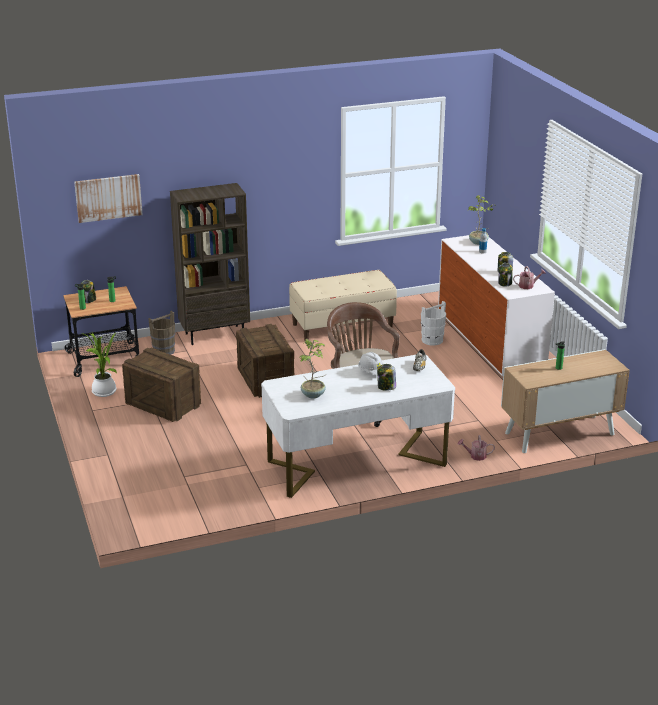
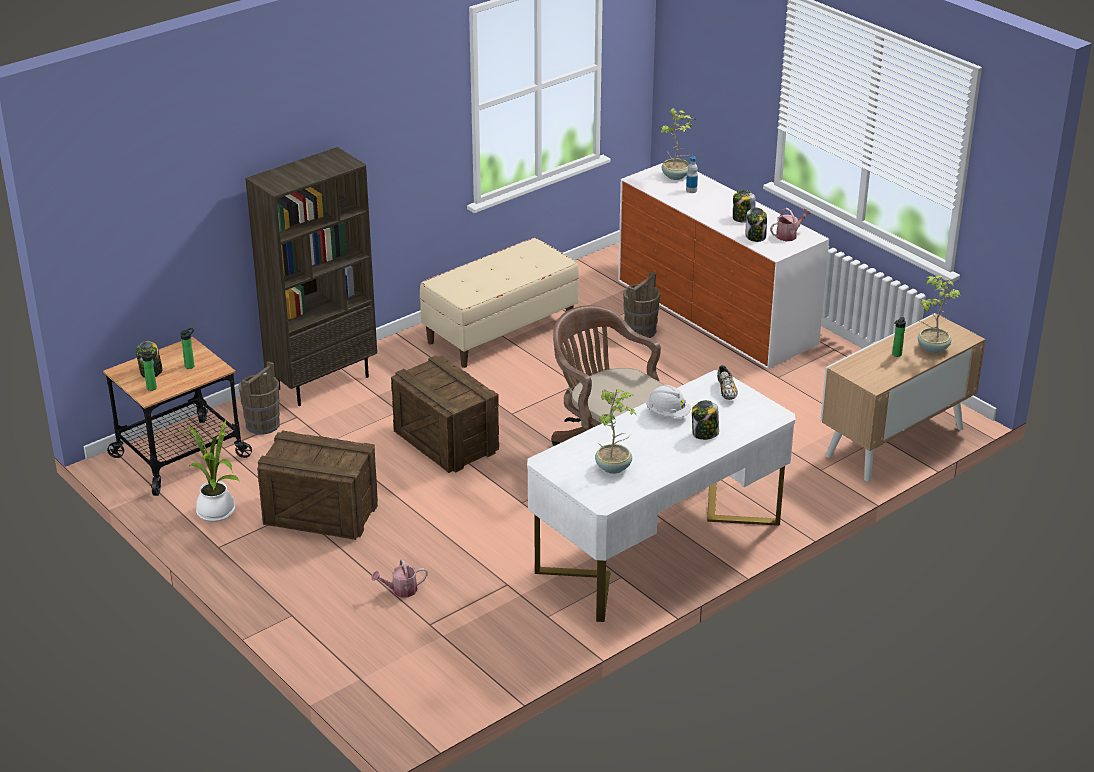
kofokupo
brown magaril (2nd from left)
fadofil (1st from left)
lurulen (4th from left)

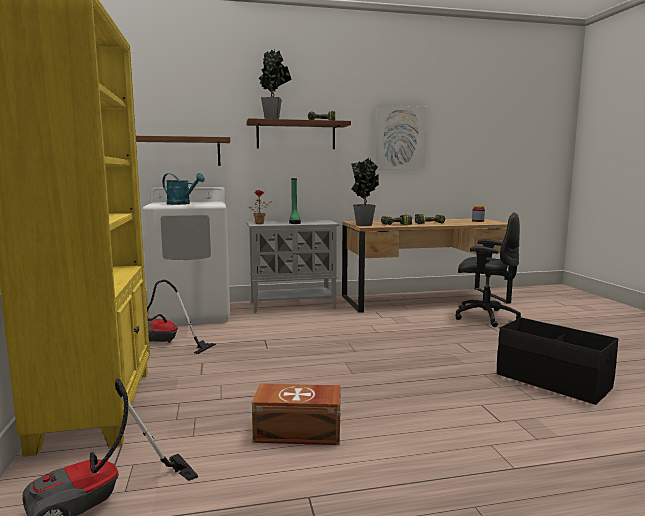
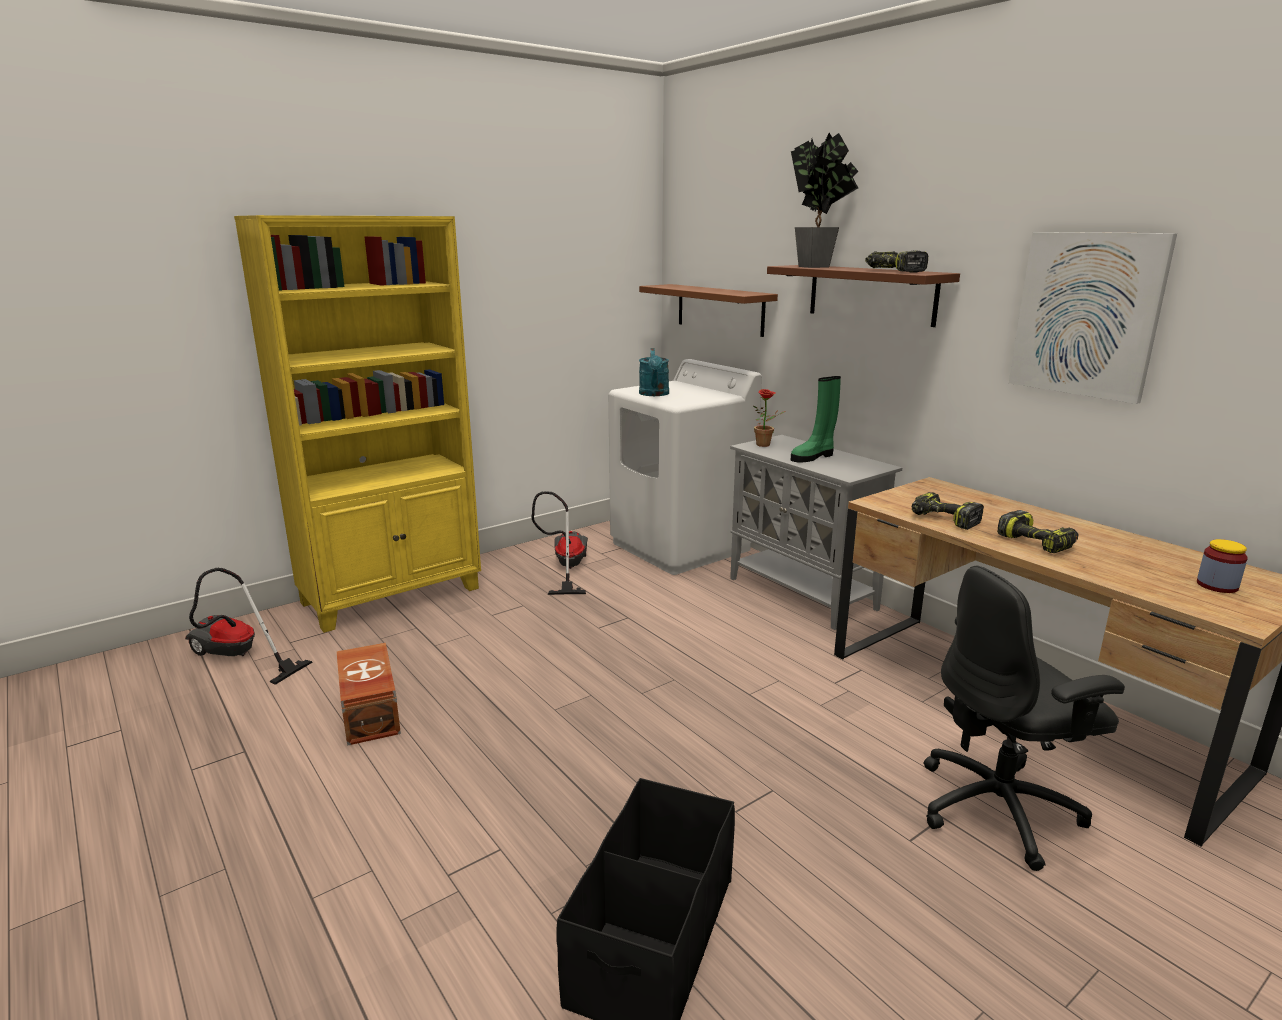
lurulen (3rd from left in the first image)
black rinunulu

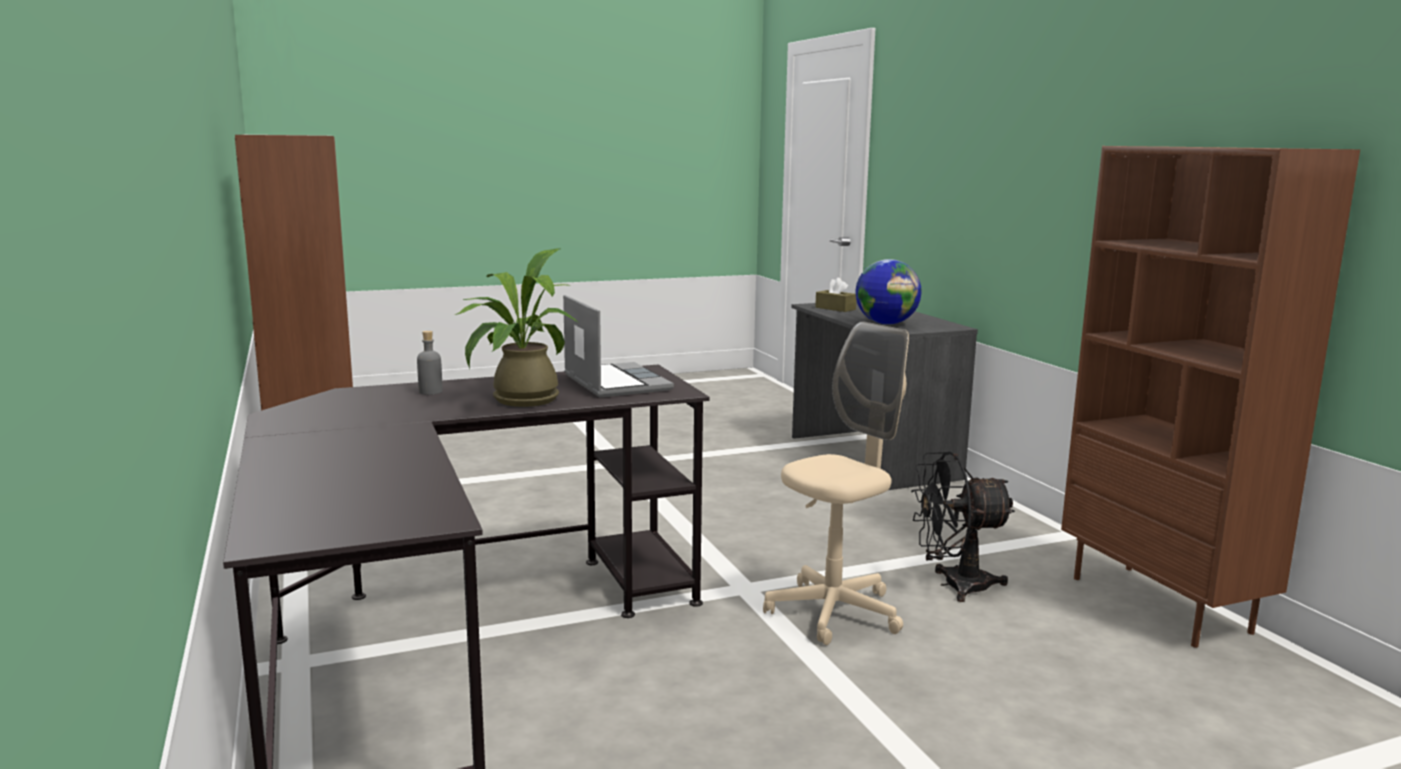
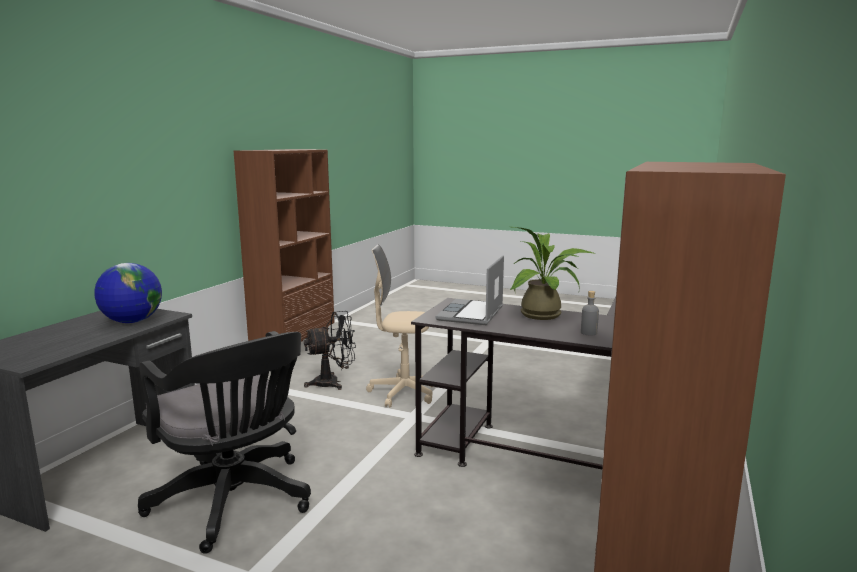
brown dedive
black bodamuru
black rinunulu

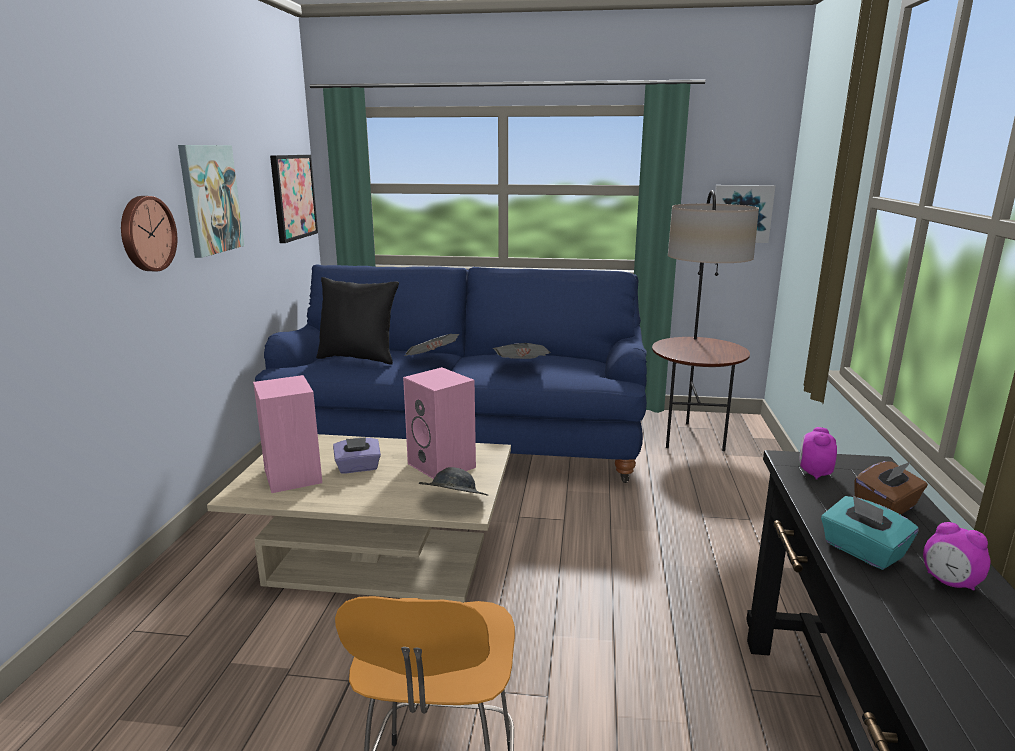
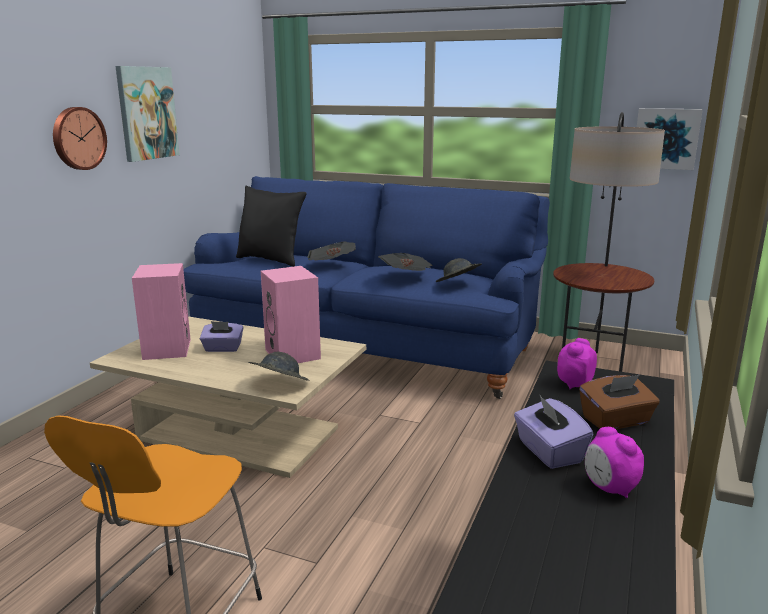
kofokupo (2nd from left in the first image)
purple dedive (2nd from left)
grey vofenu (2nd from left)

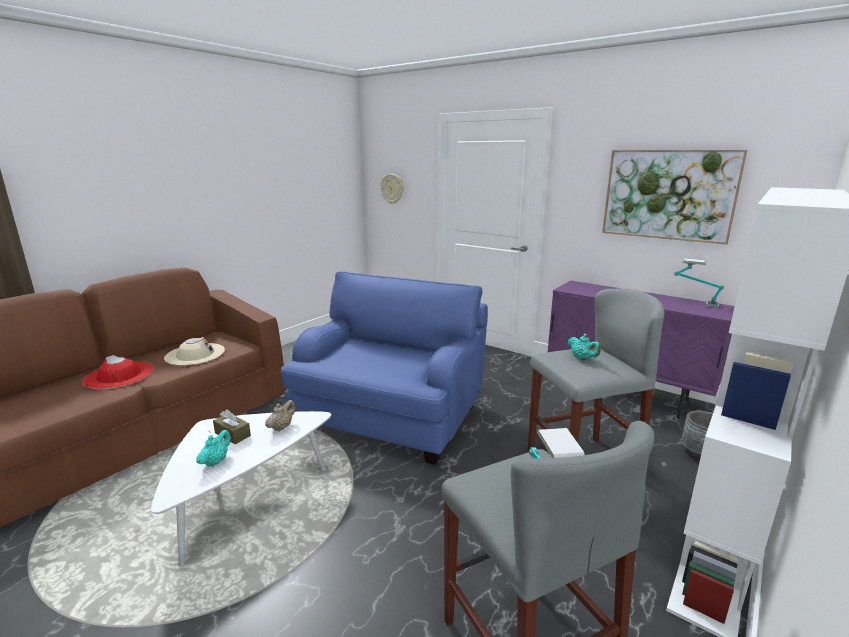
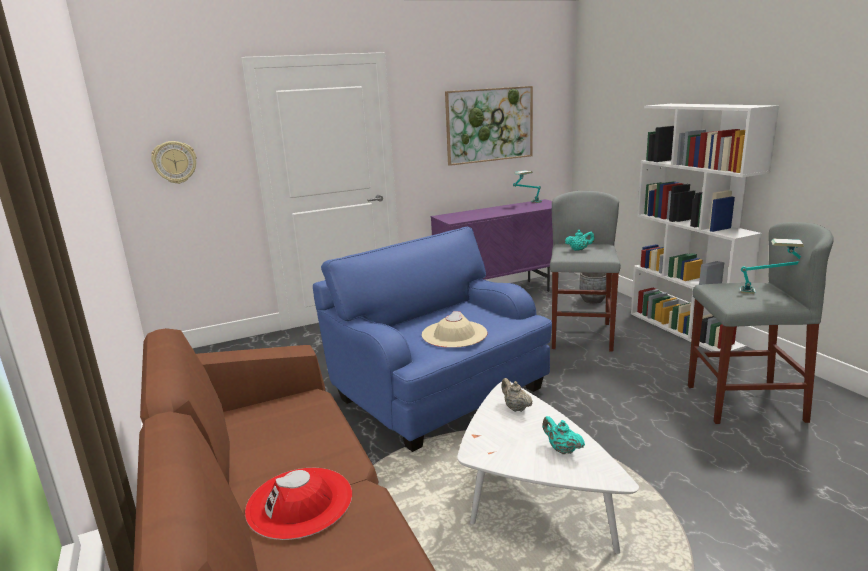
beige vofenu
brown dedive

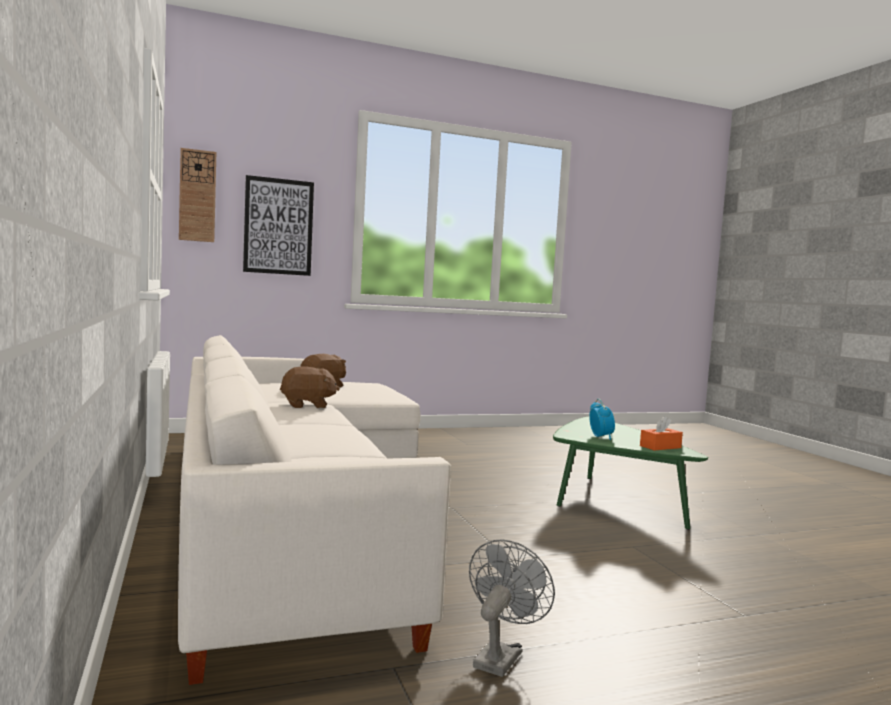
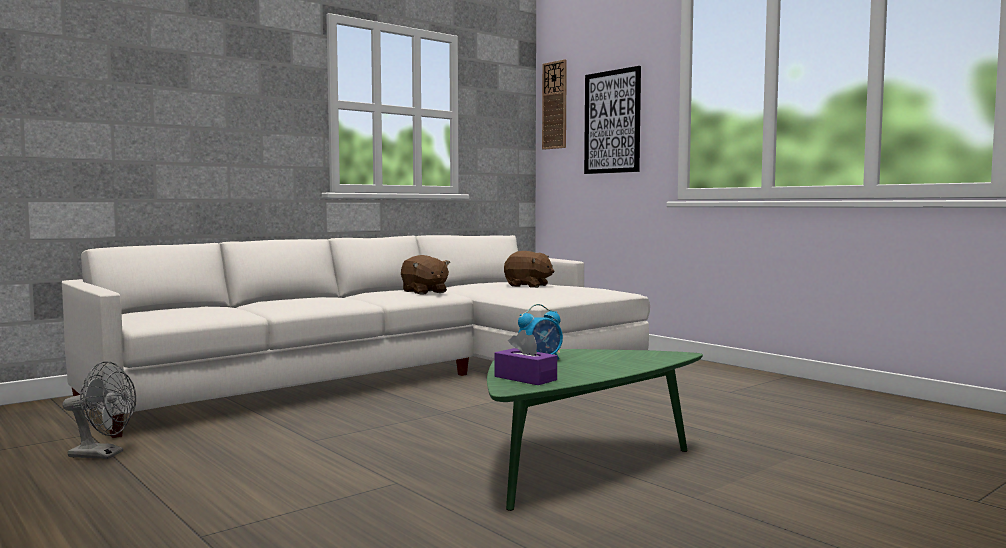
purple dedive

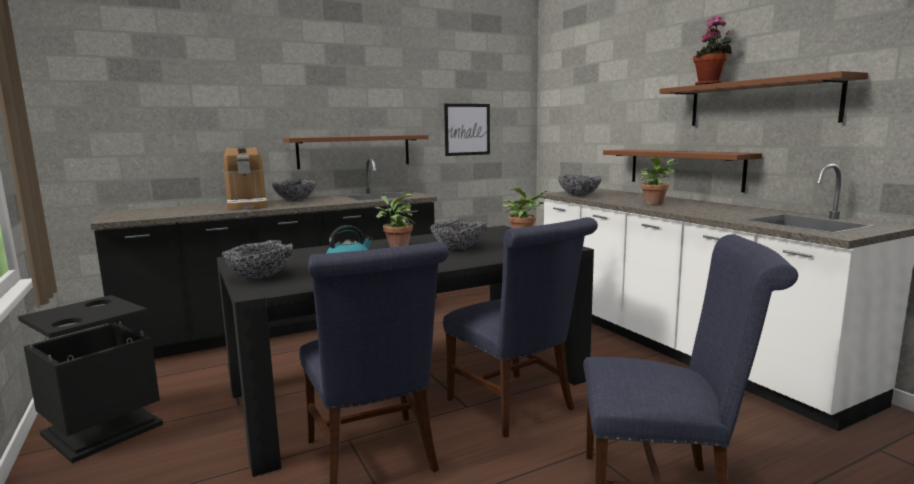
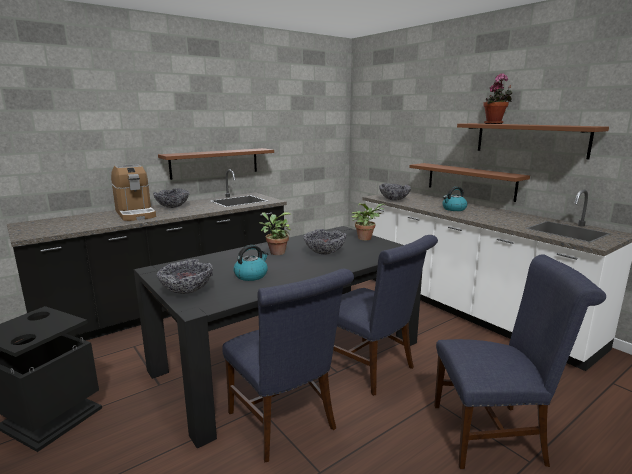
kofokupo
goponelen (2nd from left)

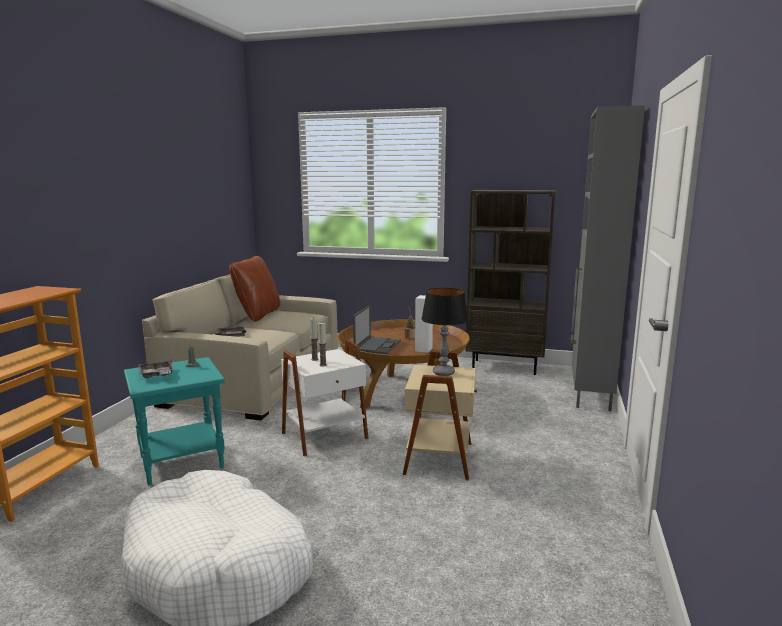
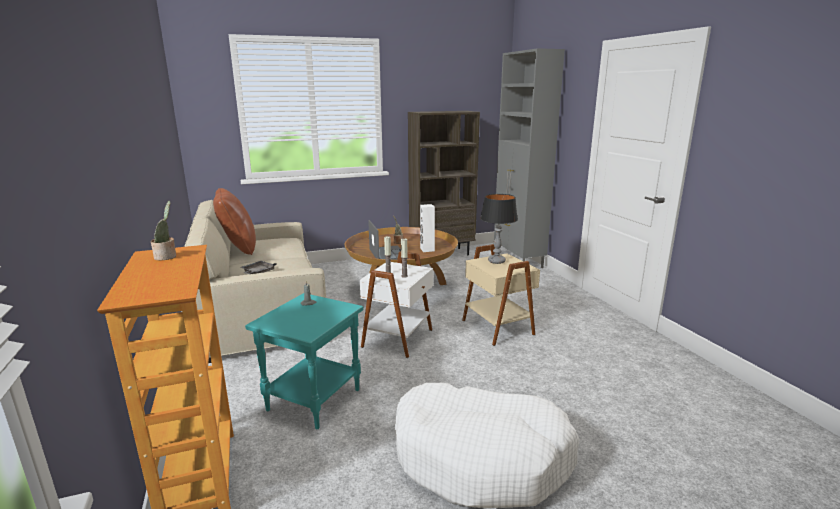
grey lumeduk (1st from left in the first image)
lurulen (1st from left)

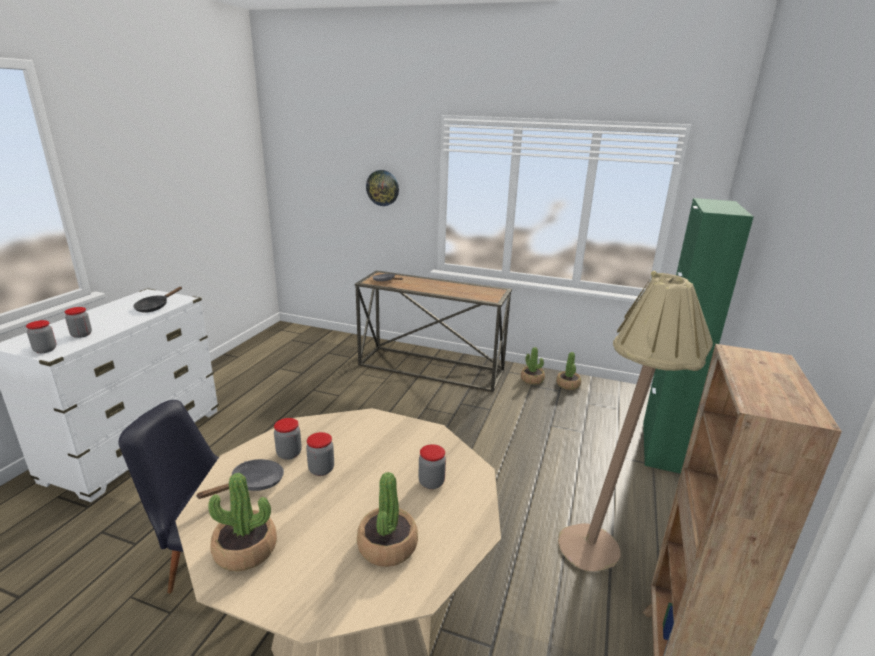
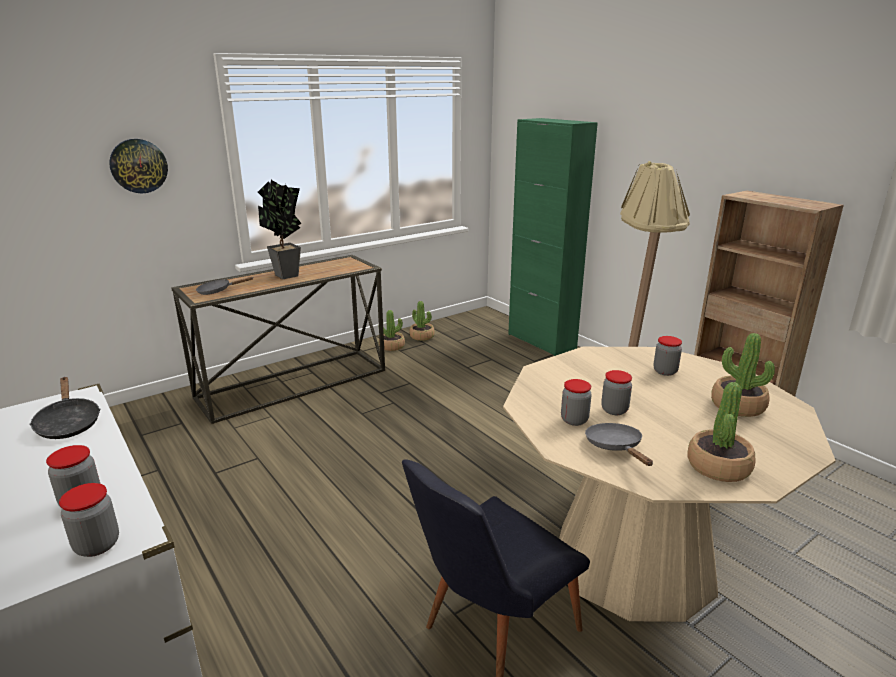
lurulen (1st from left)

